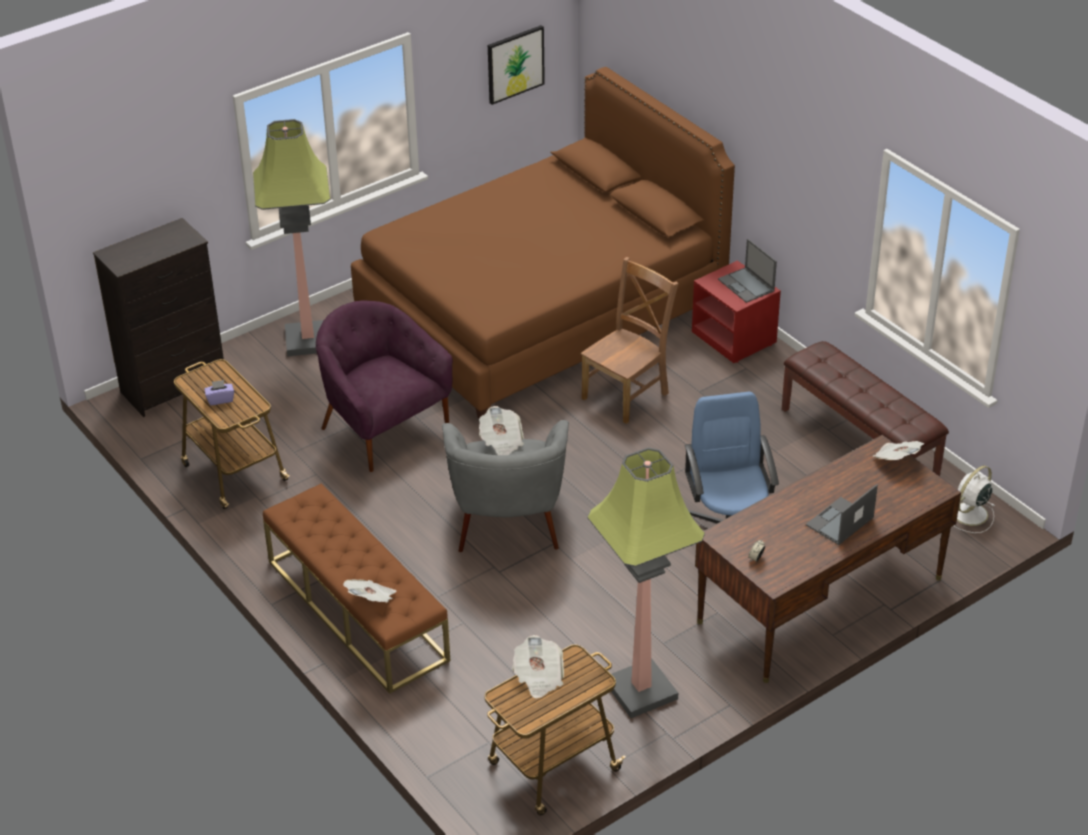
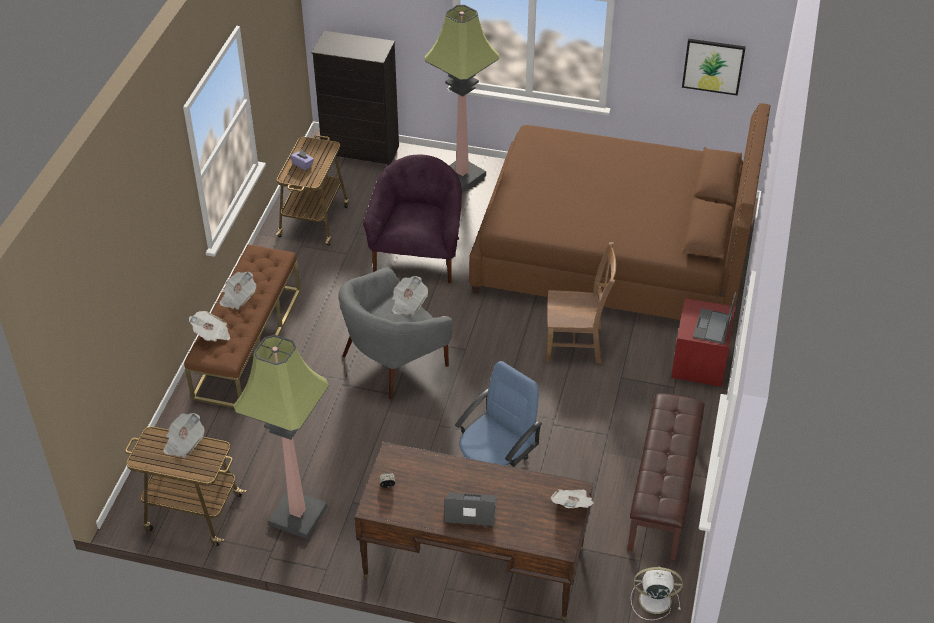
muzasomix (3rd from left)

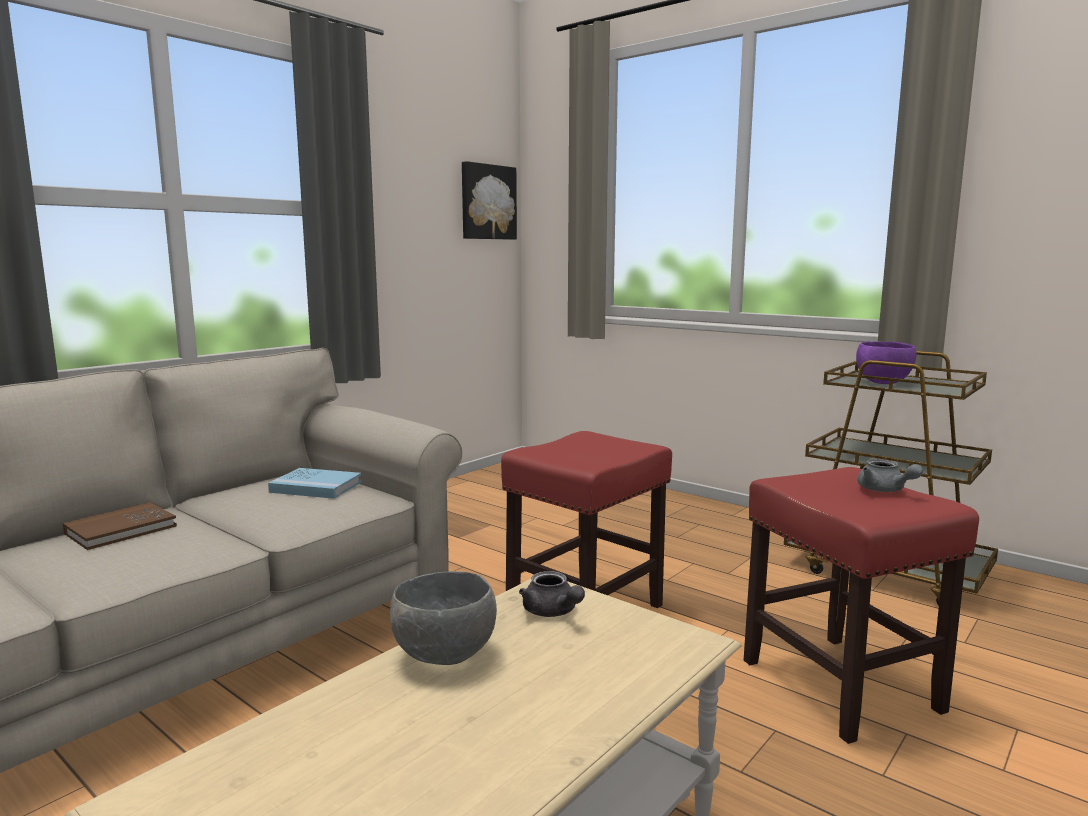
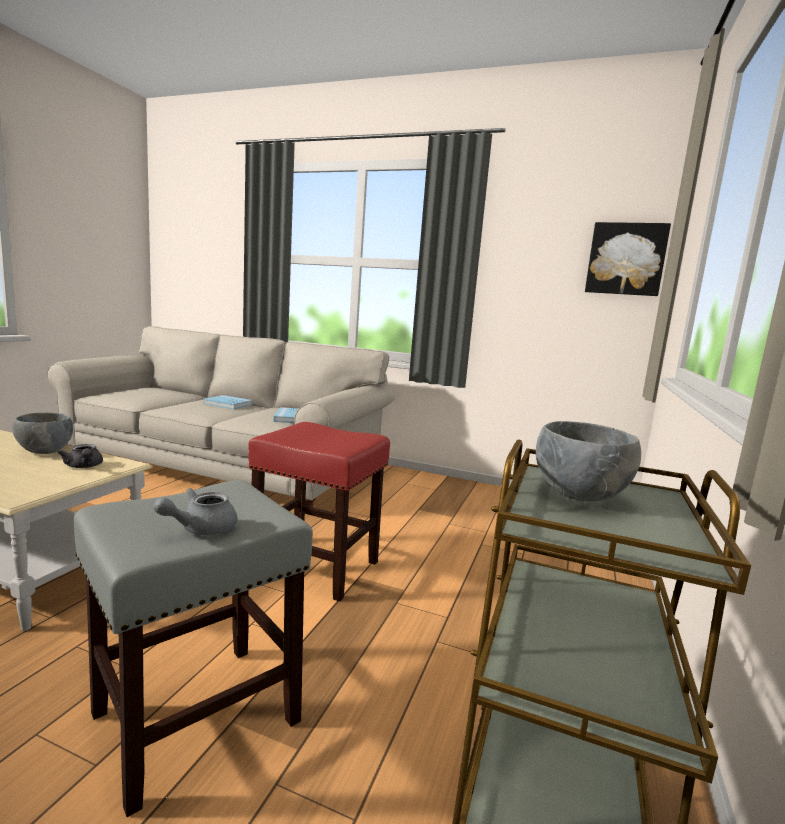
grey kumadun (2nd from left)
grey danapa
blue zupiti (1st from left)
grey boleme (1st from left)

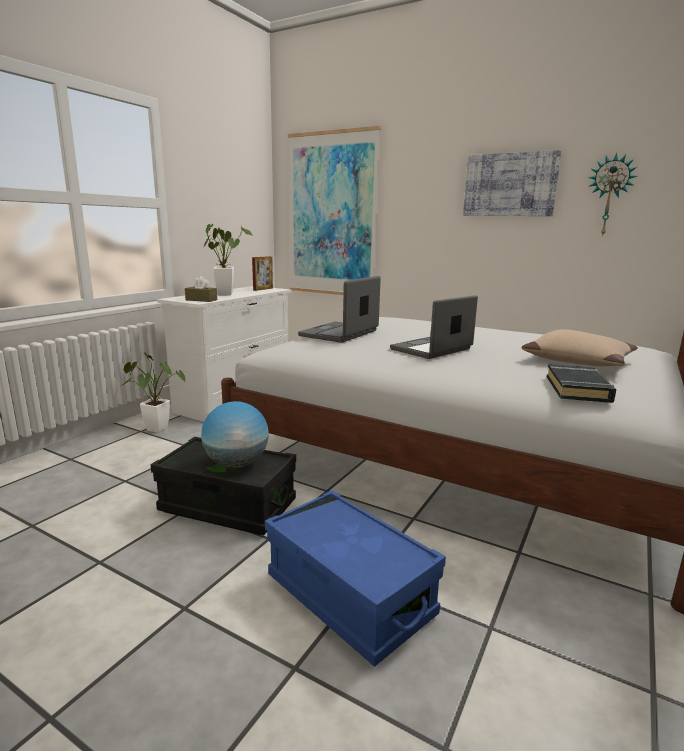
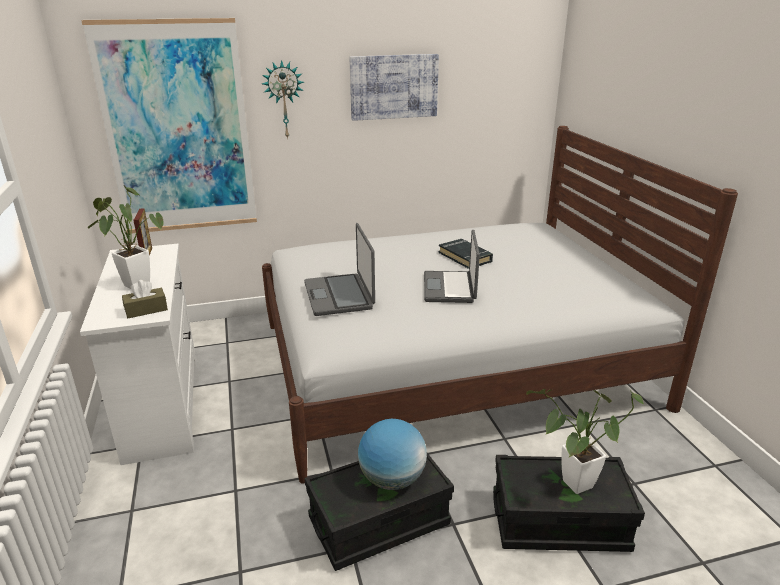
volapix
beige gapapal
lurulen (2nd from left)
black zupiti
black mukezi (2nd from left)

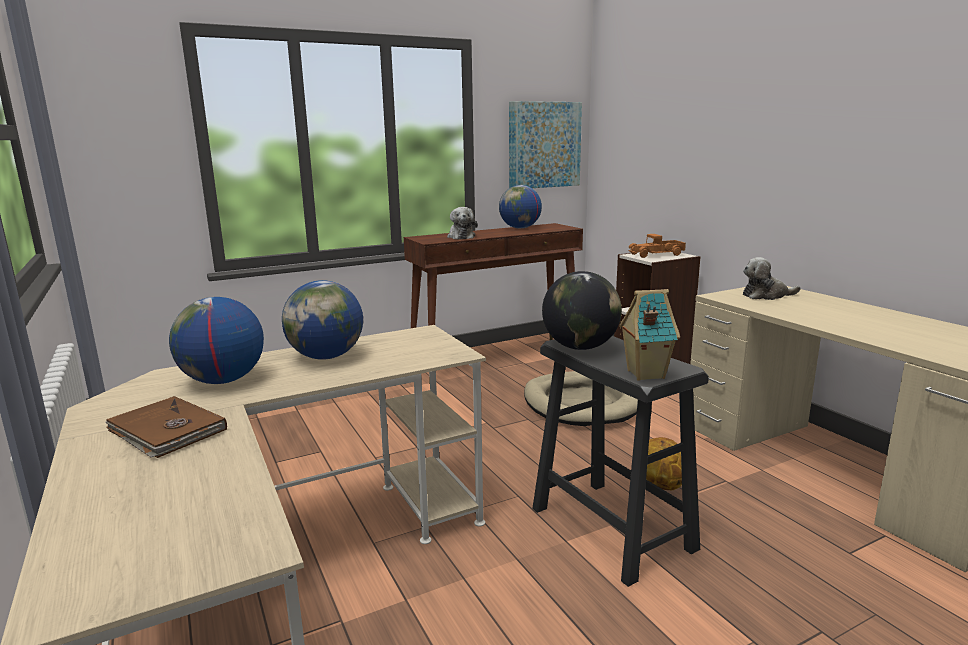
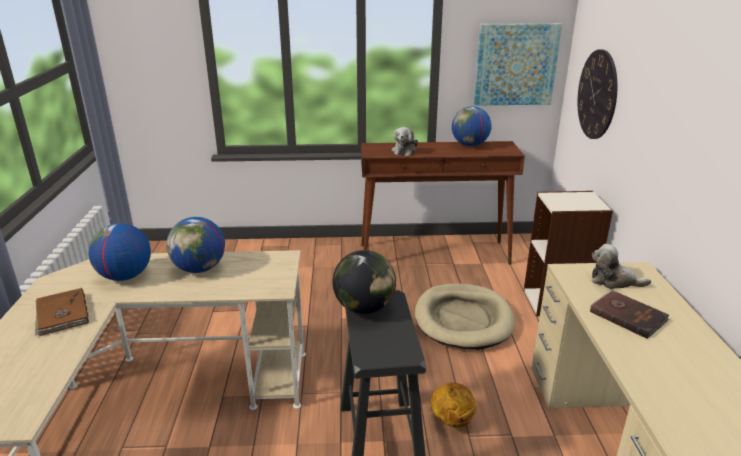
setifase
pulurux
volapix
brown zupiti (2nd from left)

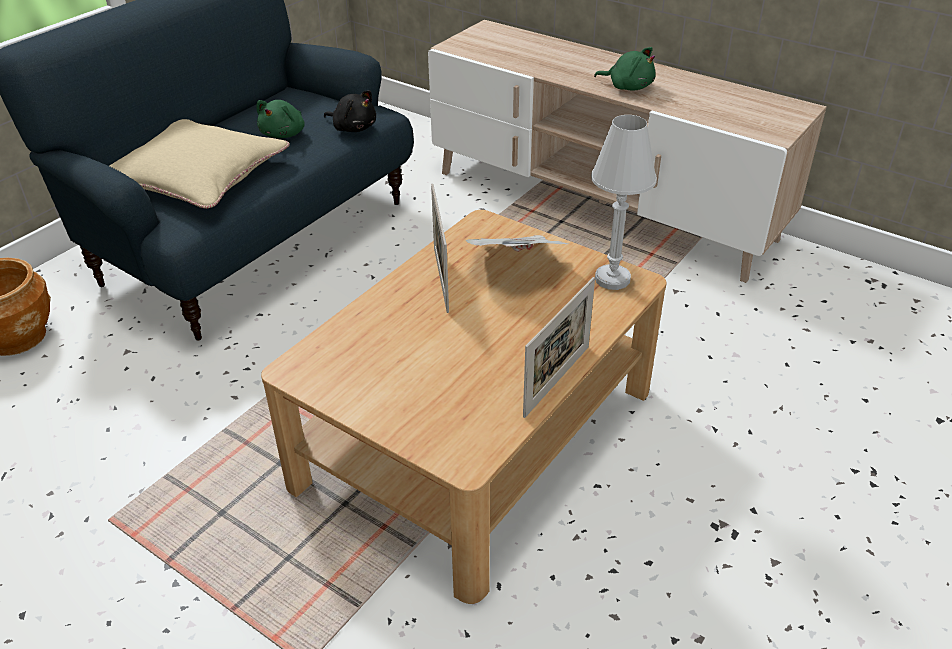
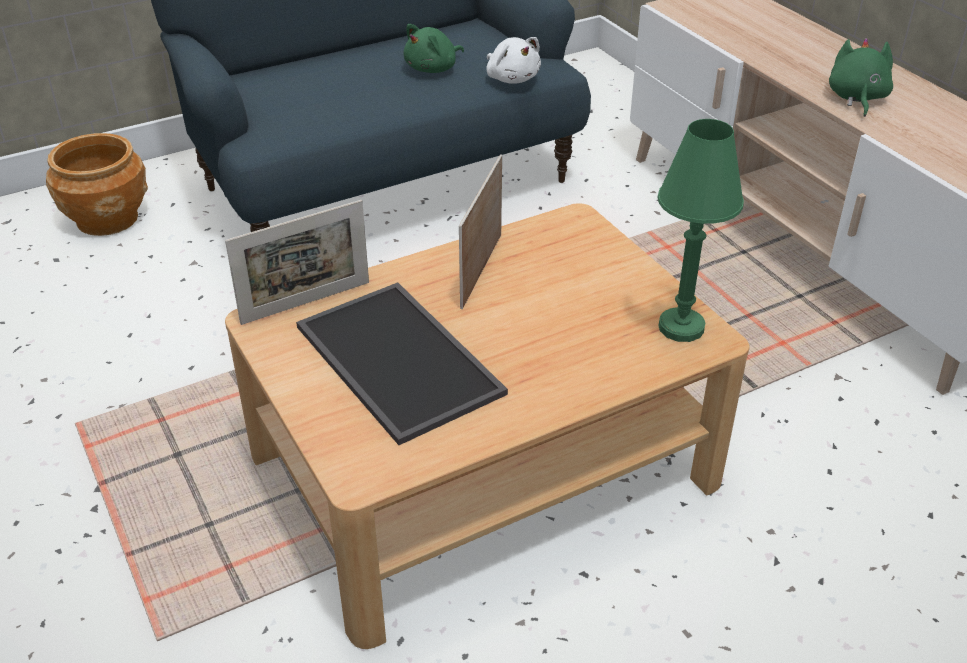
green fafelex (2nd from left)
white fafelex
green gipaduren
beige gapapal
muzasomix
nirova (1st from left)
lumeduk

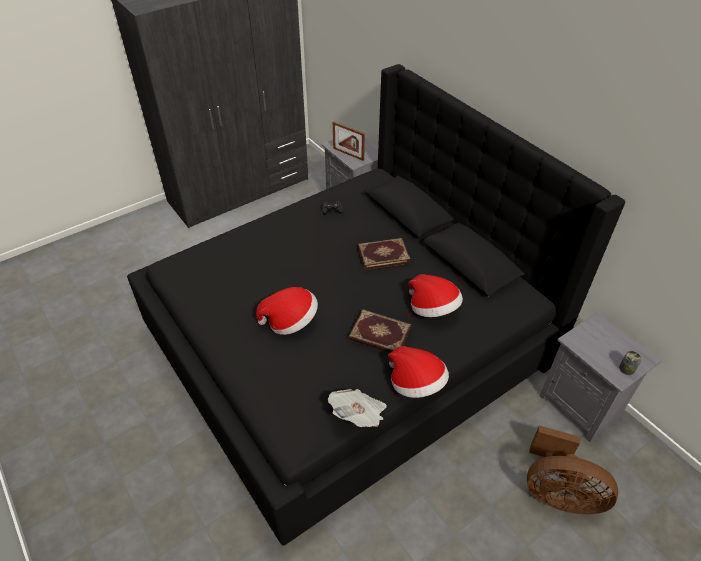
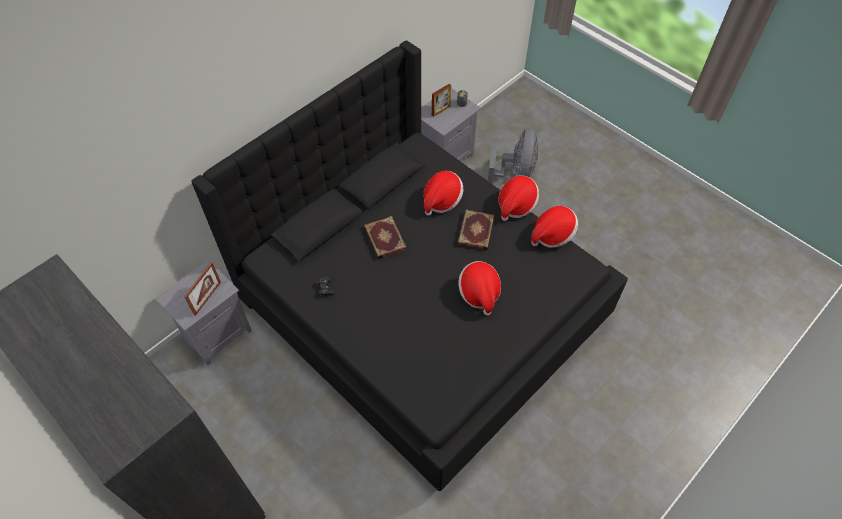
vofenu (4th from left)
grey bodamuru
nirova (2nd from left)

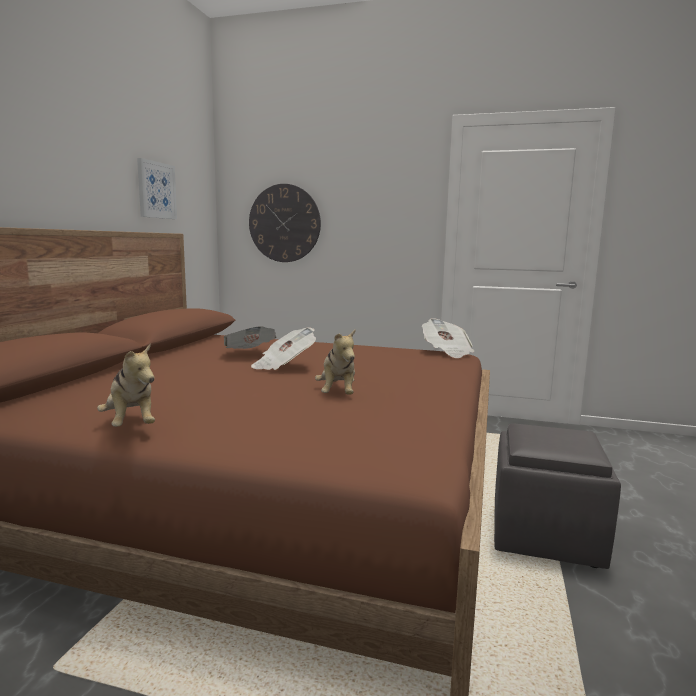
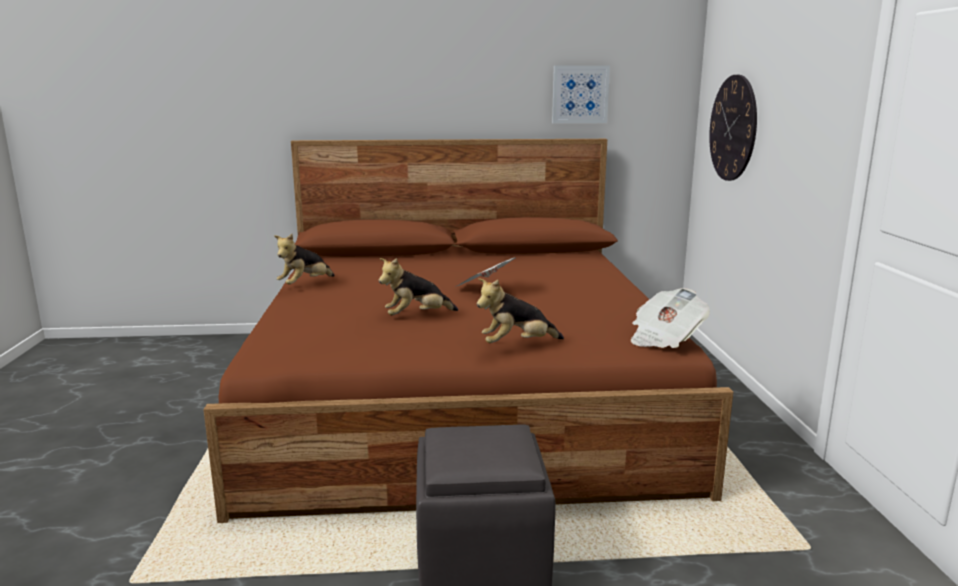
muzasomix (1st from left in the first image)
fafelex (3rd from left)

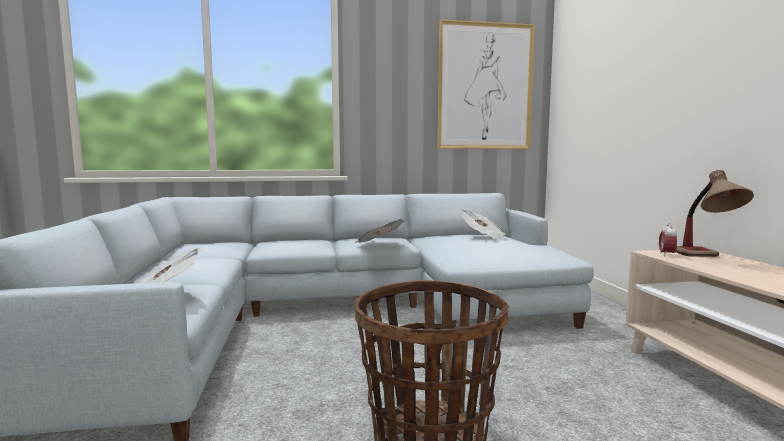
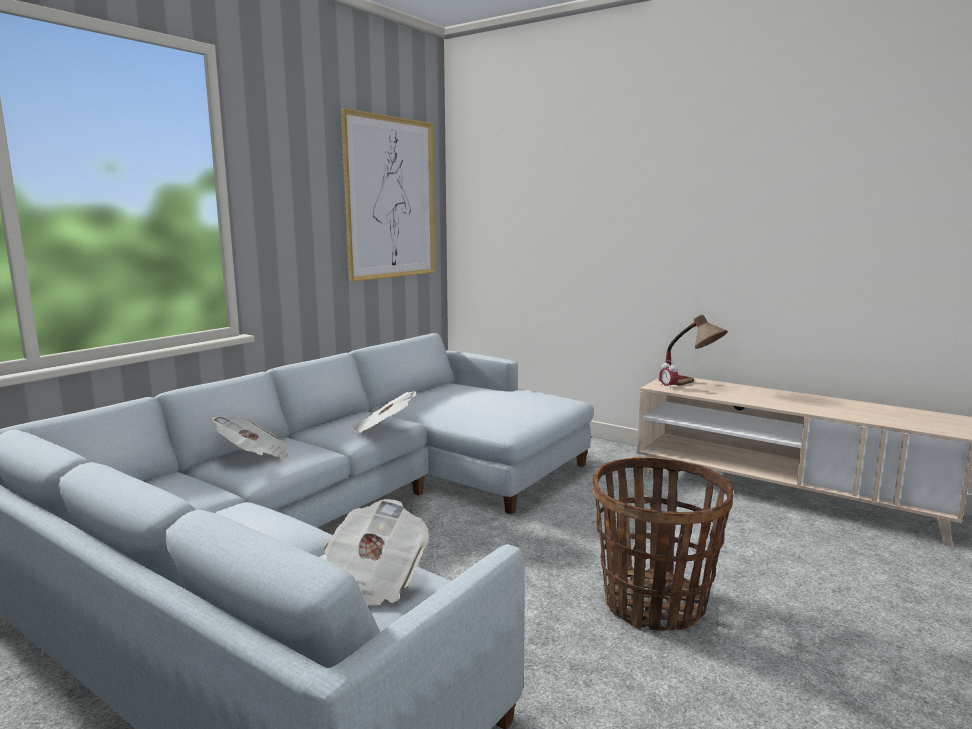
muzasomix (1st from left)

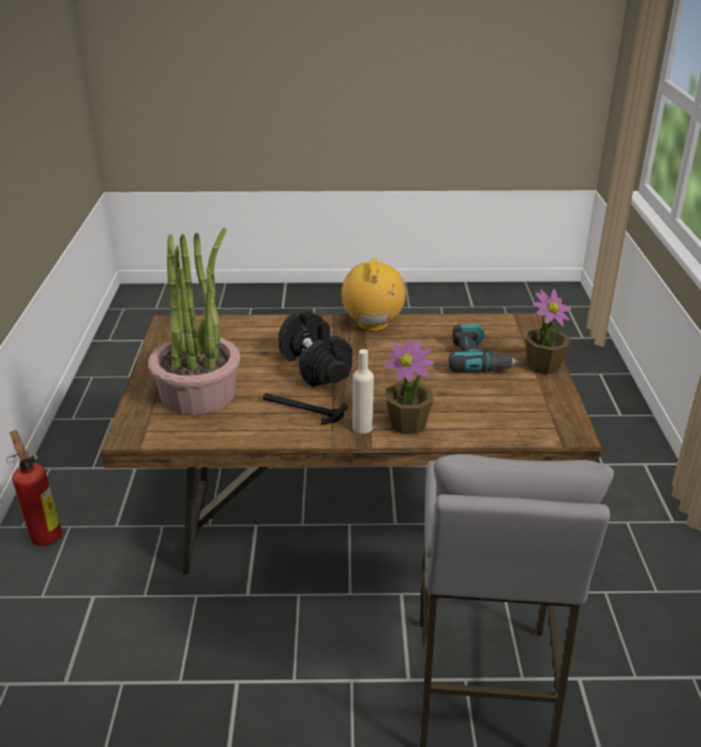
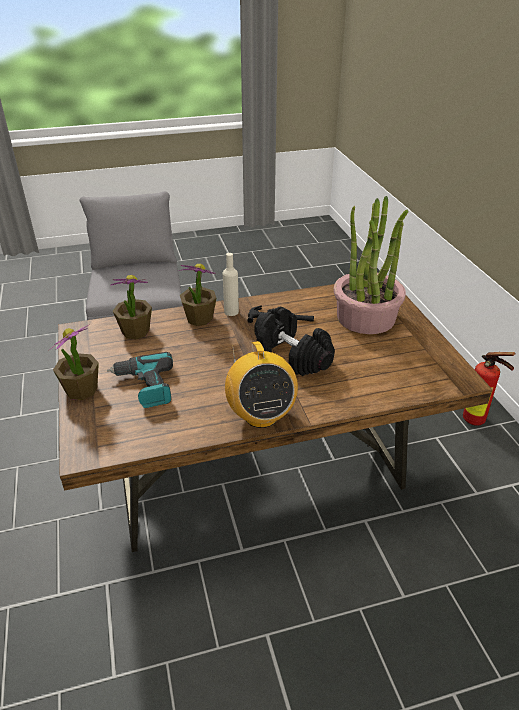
lurulen (2nd from left)

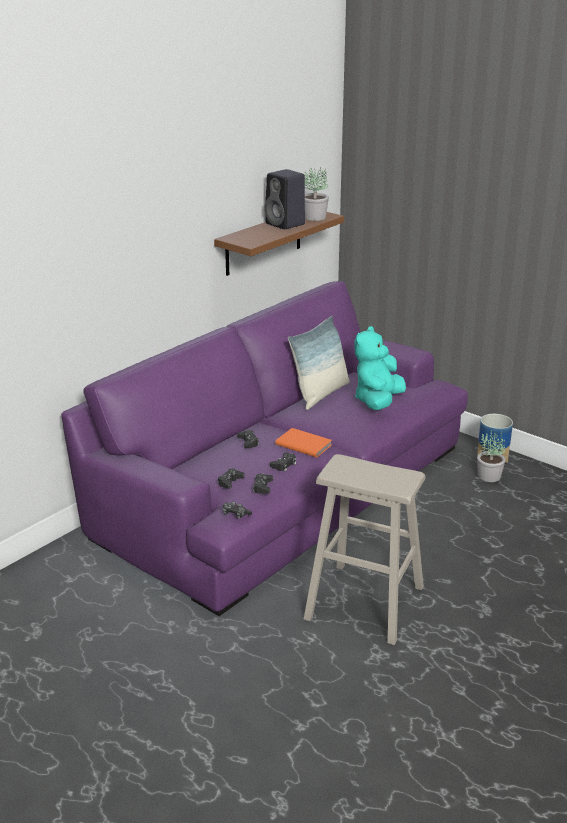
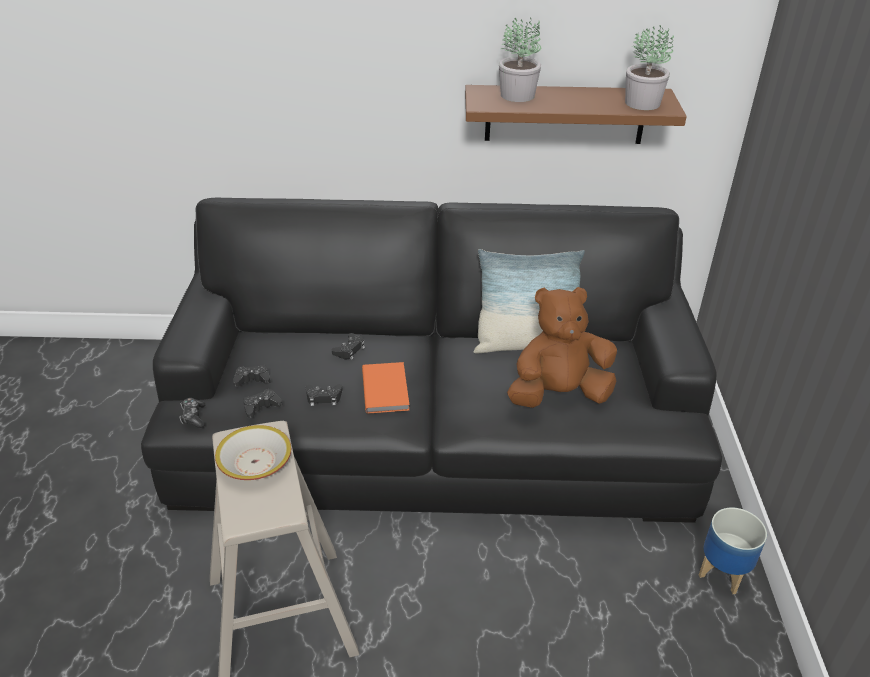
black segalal
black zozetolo
brown fafelex
lurulen (1st from left)
kumadun

